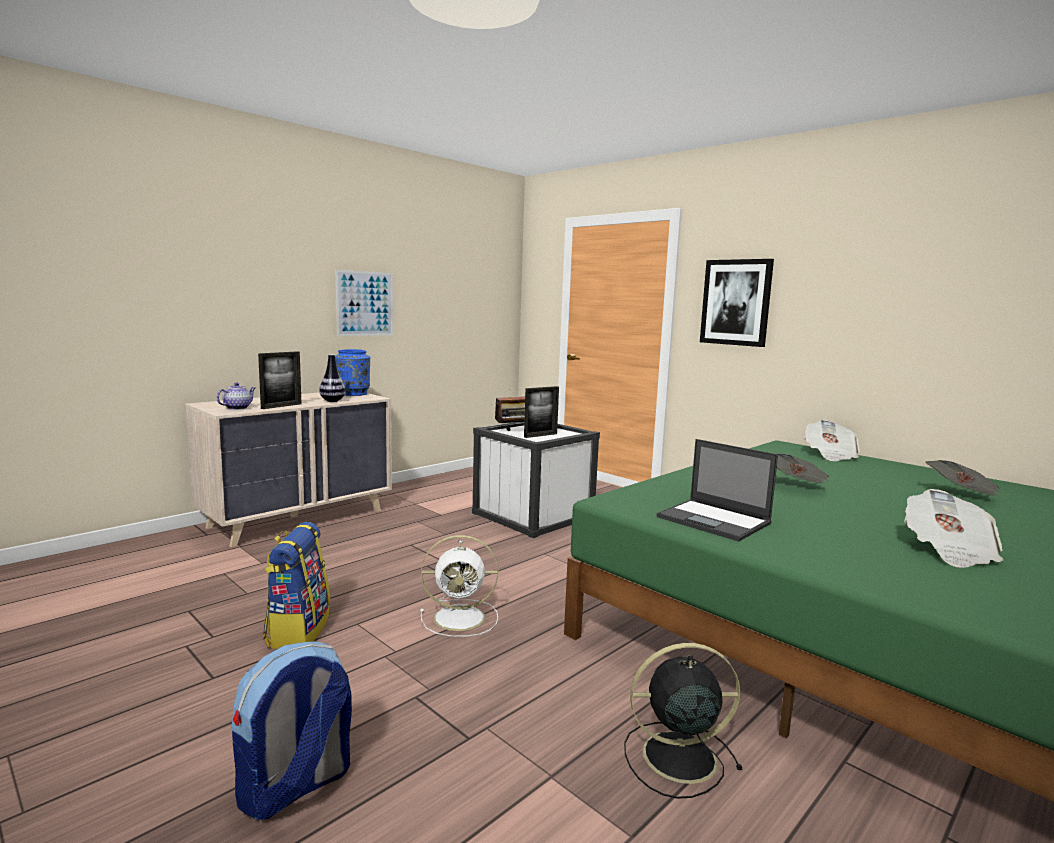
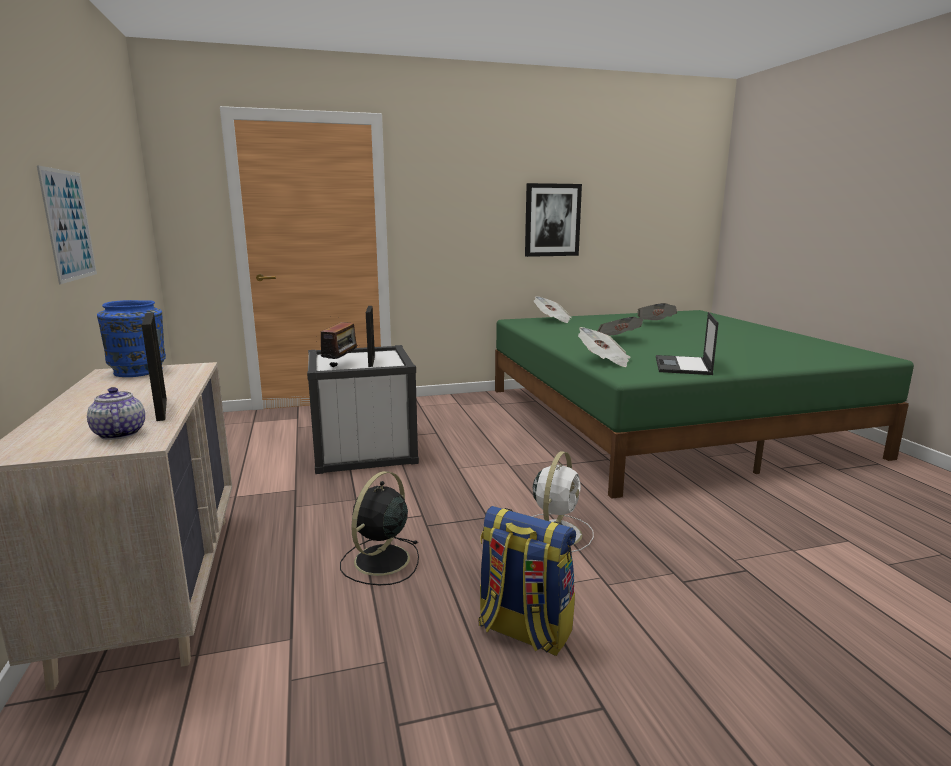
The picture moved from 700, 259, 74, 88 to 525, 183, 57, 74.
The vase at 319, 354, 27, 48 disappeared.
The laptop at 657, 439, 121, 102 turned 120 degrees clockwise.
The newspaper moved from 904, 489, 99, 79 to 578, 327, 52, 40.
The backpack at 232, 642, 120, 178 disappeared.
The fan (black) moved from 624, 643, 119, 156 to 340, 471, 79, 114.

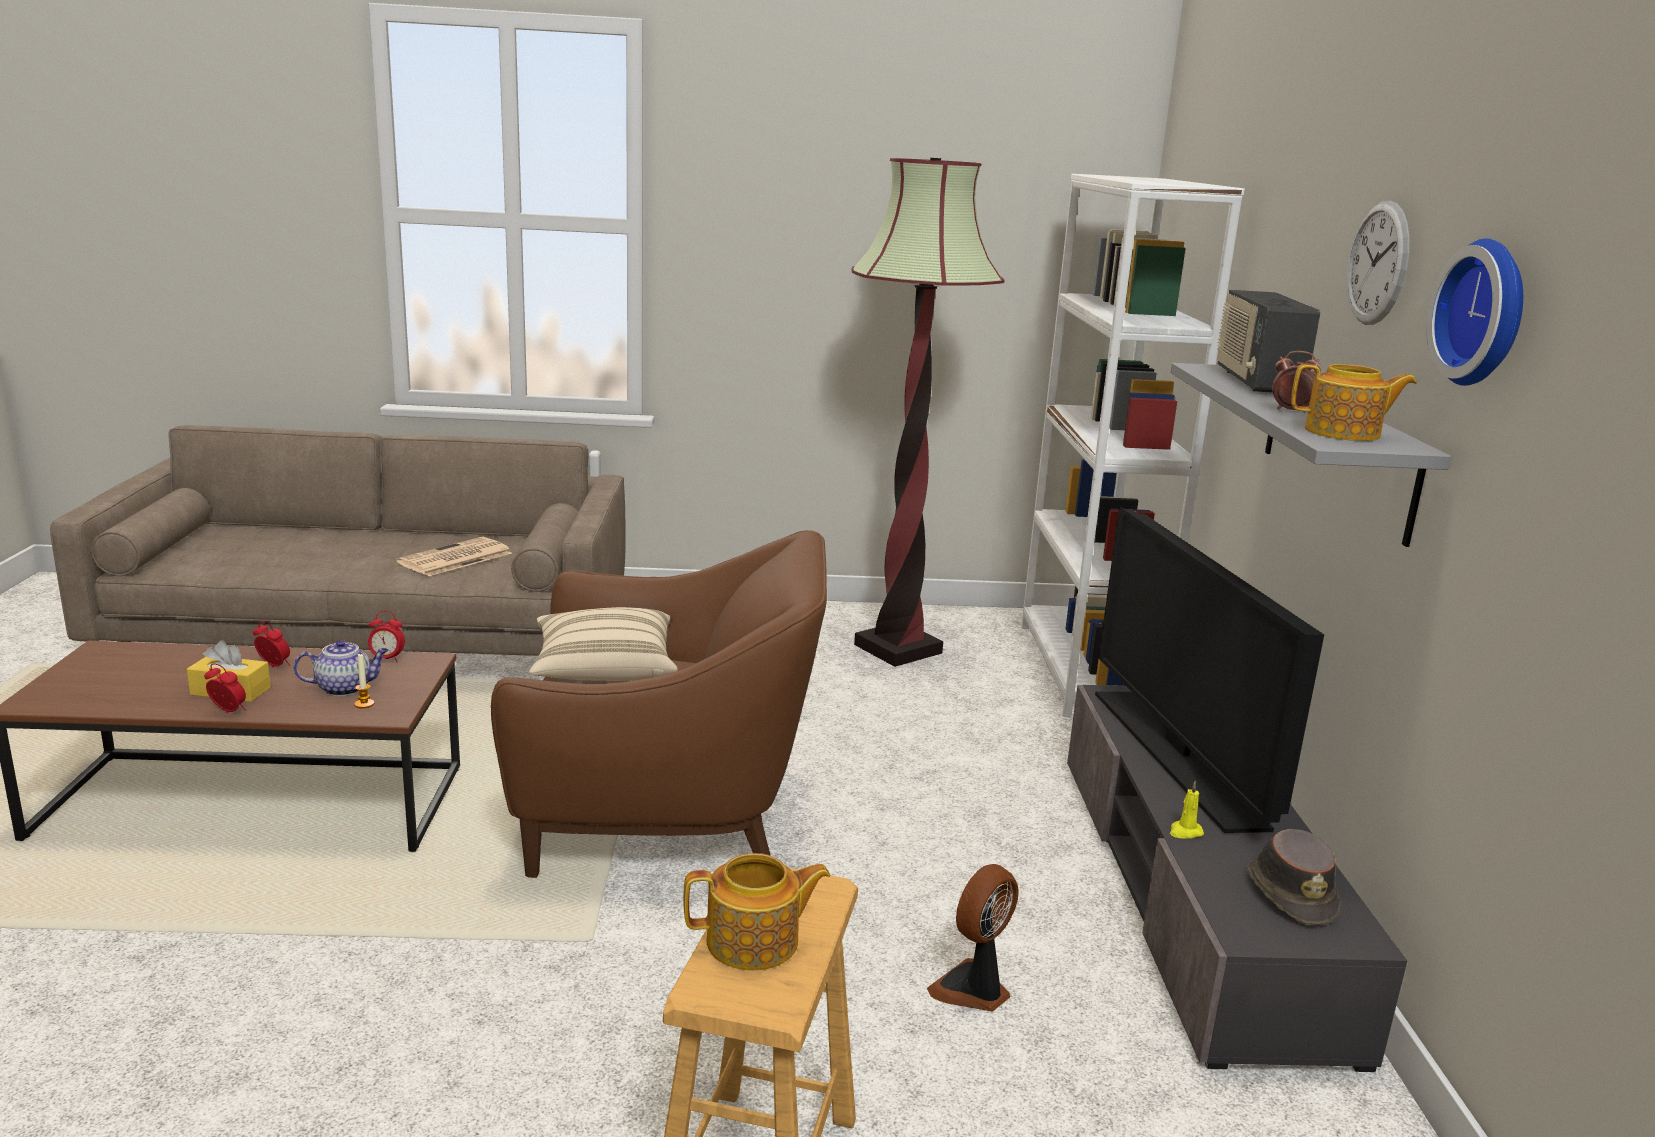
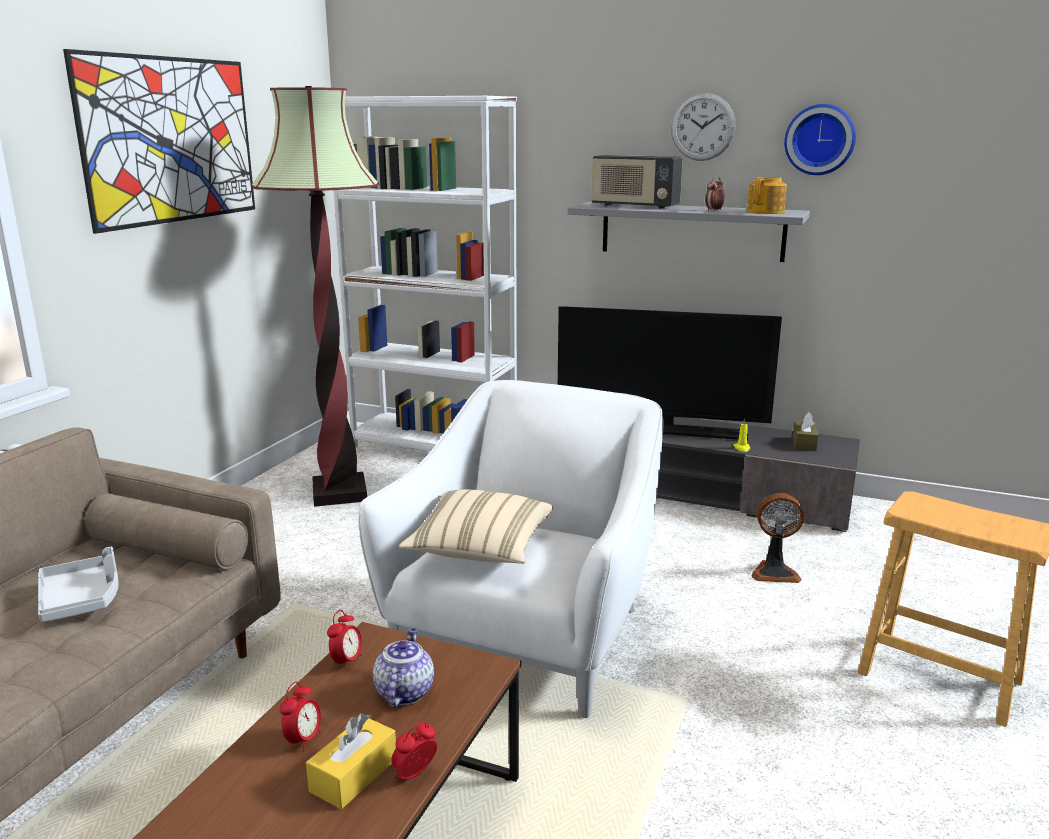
The armchair (brown) at 491, 530, 336, 348 became the armchair (white) at 358, 380, 305, 338.
The newspaper at 396, 537, 116, 39 was replaced by the tray (grey) at 38, 547, 81, 75.
The alarm clock at 253, 621, 37, 47 turned 150 degrees clockwise.
The candle at 354, 653, 20, 55 disappeared.
The hat (brown) at 1247, 829, 93, 97 was replaced by the tissue box (brown) at 793, 412, 26, 39.
The teapot at 683, 853, 148, 117 disappeared.
The fan at 927, 864, 92, 147 turned 60 degrees counterclockwise.
The picture at 63, 49, 192, 185 appeared.

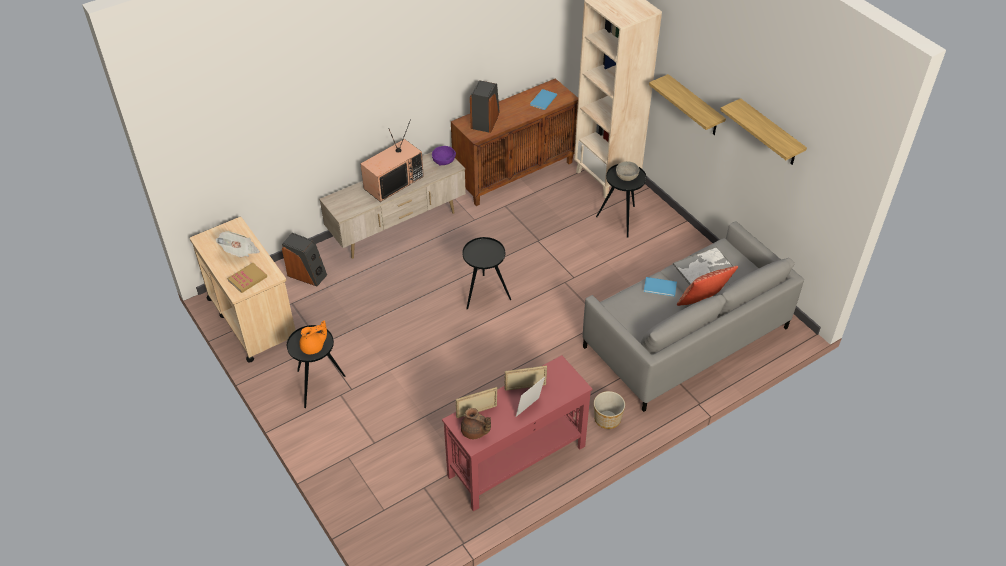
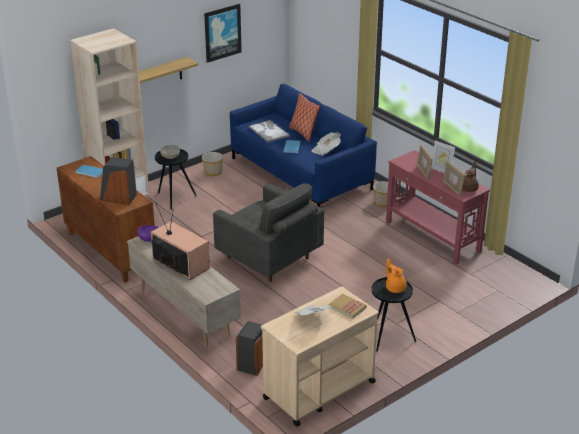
The shelf at 720, 98, 87, 67 was replaced by the picture at 204, 4, 38, 59.
The sofa (grey) at 583, 222, 221, 190 became the sofa (blue) at 230, 84, 147, 123.
The side table (black) at 462, 237, 49, 73 was replaced by the armchair (grey) at 213, 183, 111, 99.
The newspaper at 312, 132, 29, 24 appeared.
The planter at 202, 152, 21, 24 appeared.

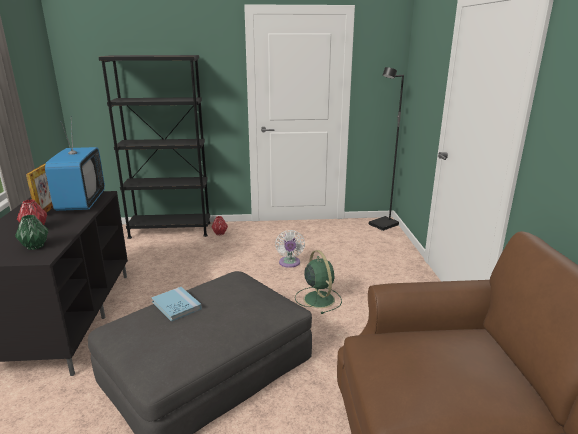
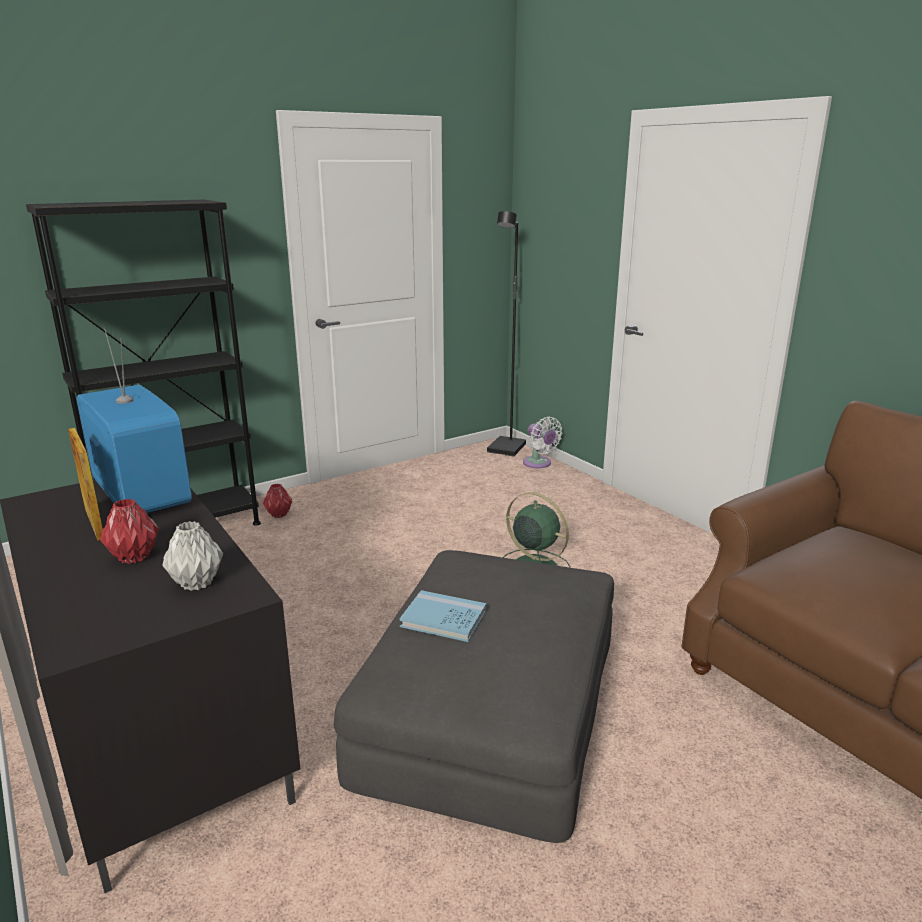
The vase (green) at 15, 215, 33, 35 became the vase (grey) at 162, 521, 61, 70.
The fan (white) moved from 275, 230, 30, 38 to 523, 417, 40, 51.

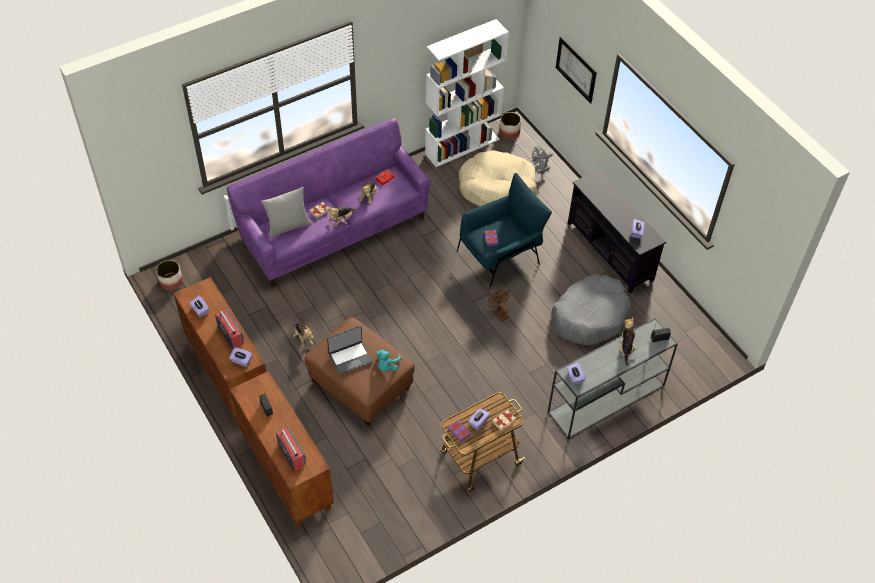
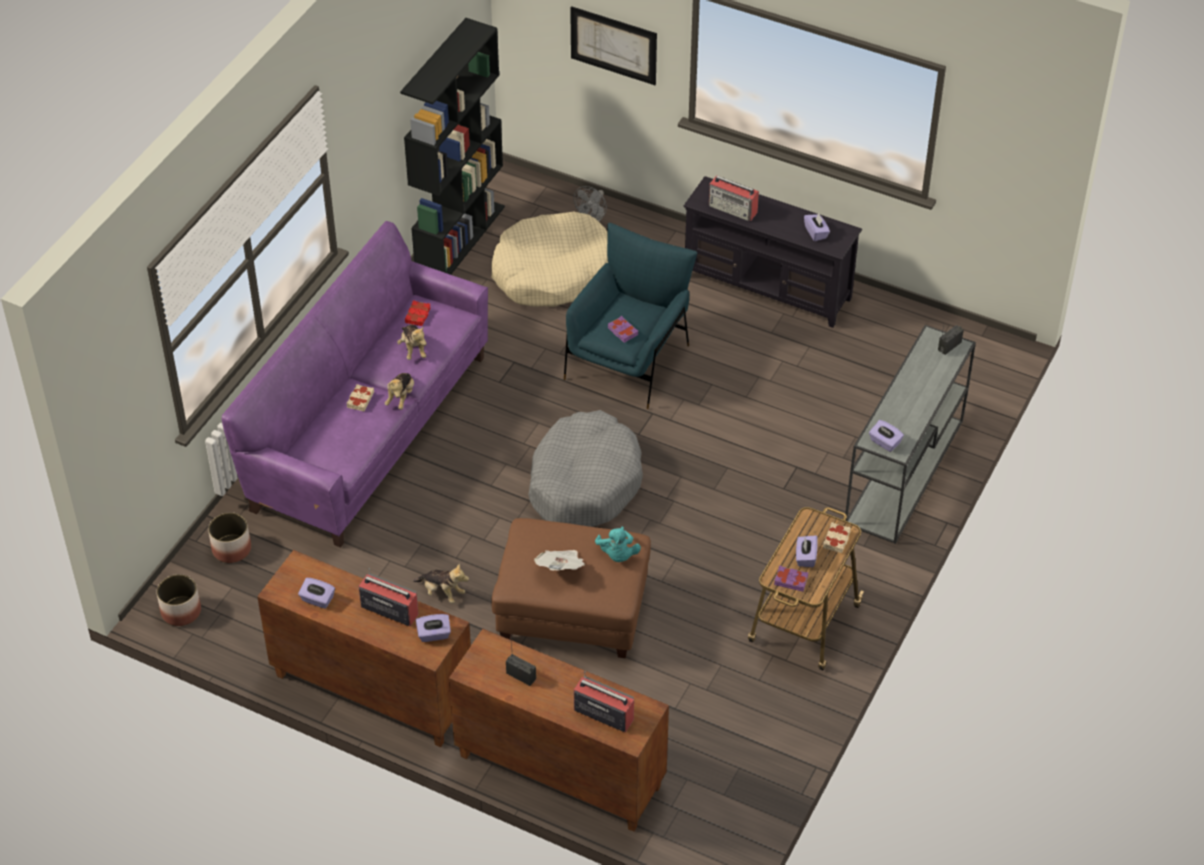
The bookcase (white) at 425, 19, 84, 148 became the bookcase (black) at 400, 18, 105, 257.
The planter moved from 499, 112, 22, 27 to 208, 512, 43, 51.
The pillow (grey) at 261, 187, 51, 50 disappeared.
The dog bed (grey) moved from 551, 274, 80, 71 to 529, 410, 114, 117.
The fan (brown) at 487, 290, 23, 31 disappeared.
The plush toy at 620, 317, 17, 49 disappeared.
The laptop at 327, 325, 46, 50 was replaced by the newspaper at 534, 550, 51, 20.
The radio at 709, 175, 50, 46 appeared.

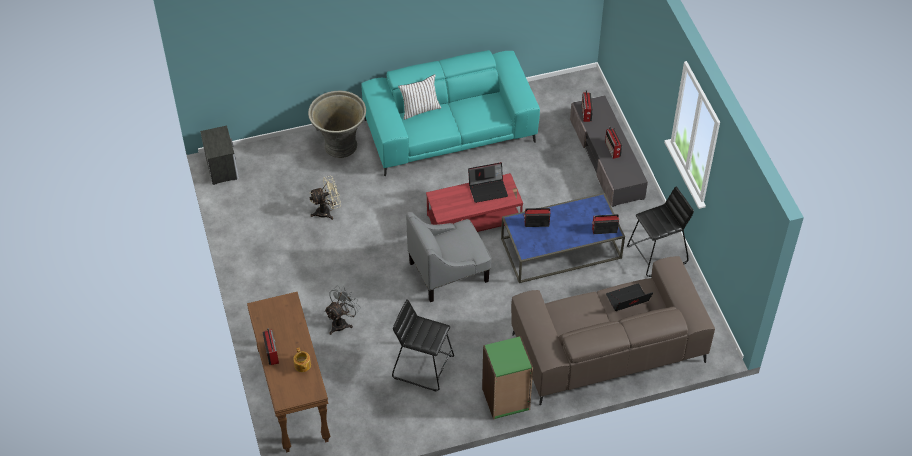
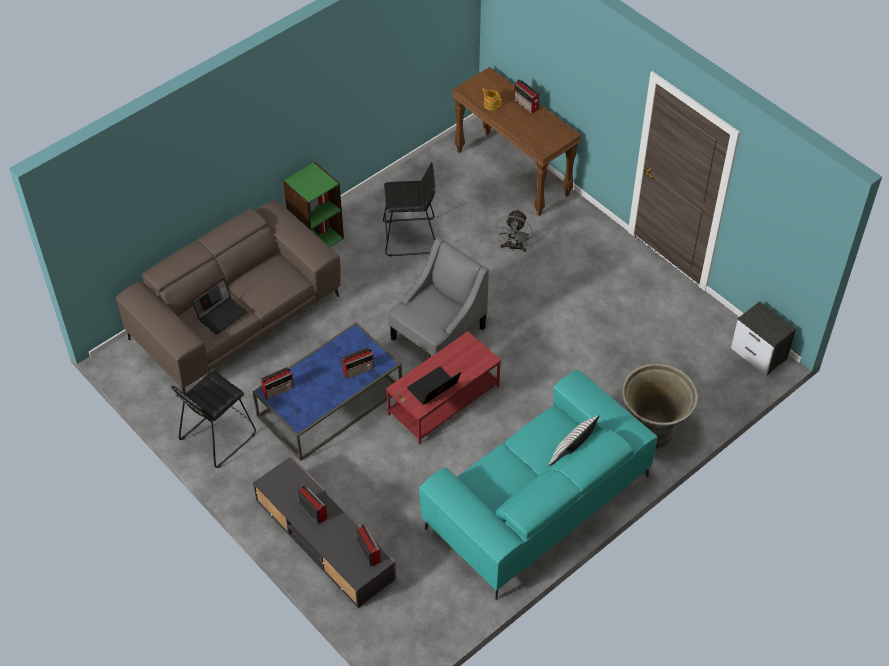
The fan (beige) at 309, 176, 32, 44 disappeared.

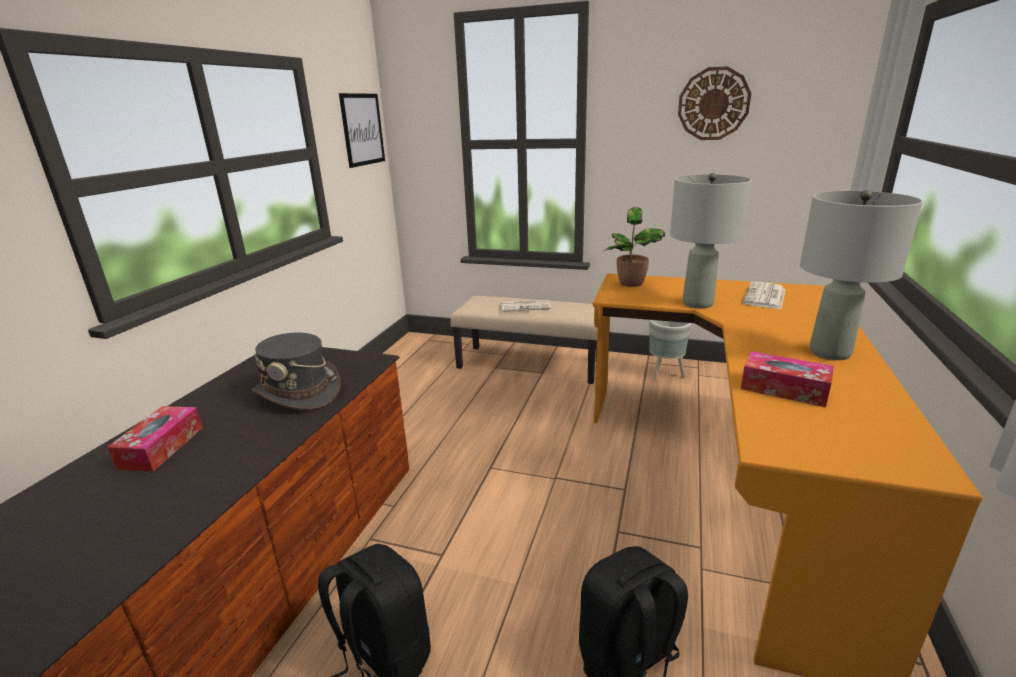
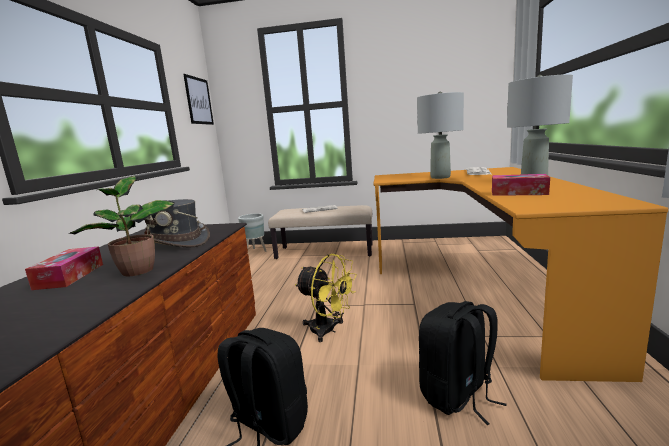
The wall clock at 678, 66, 73, 74 disappeared.
The potted plant moved from 604, 207, 61, 80 to 69, 176, 106, 100.
The planter (grey) moved from 649, 320, 42, 61 to 238, 213, 29, 41.
The fan (yellow) at 295, 254, 62, 88 appeared.

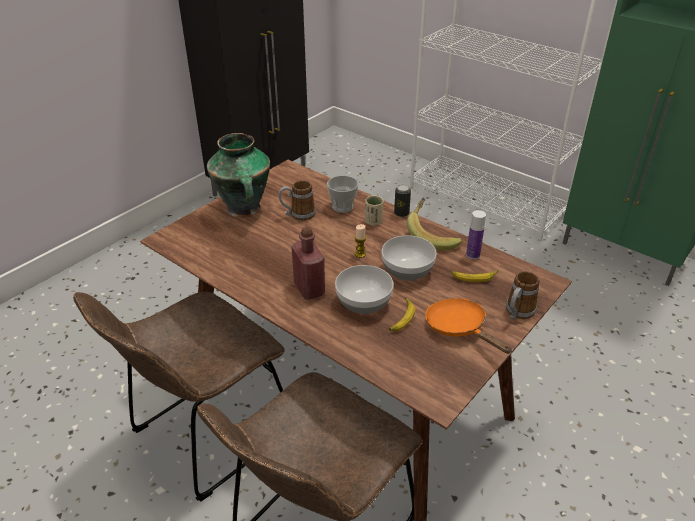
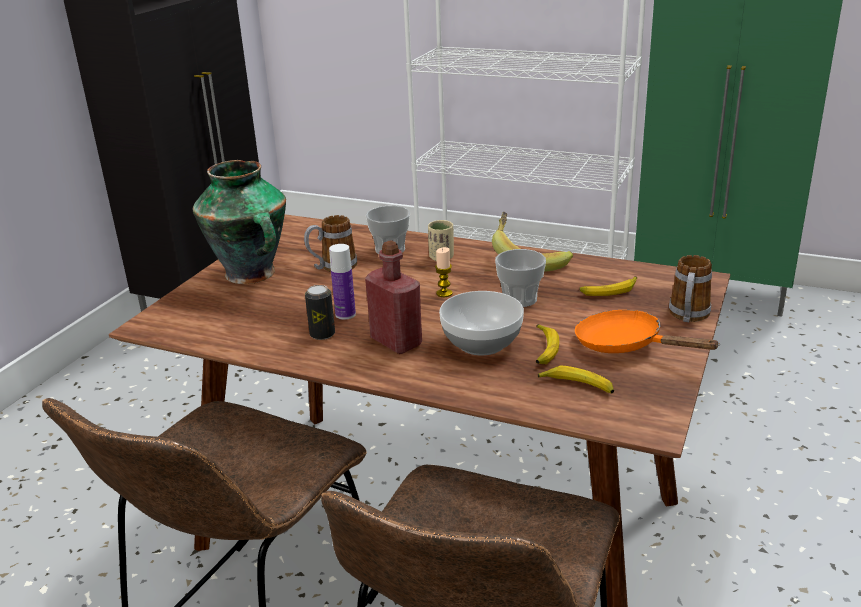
The can moved from 394, 185, 17, 32 to 305, 285, 30, 55.
The bottle moved from 466, 210, 20, 50 to 329, 244, 27, 76.
The bowl at 382, 235, 55, 46 was replaced by the cup at 495, 249, 51, 58.
The banana at 538, 365, 76, 29 appeared.

